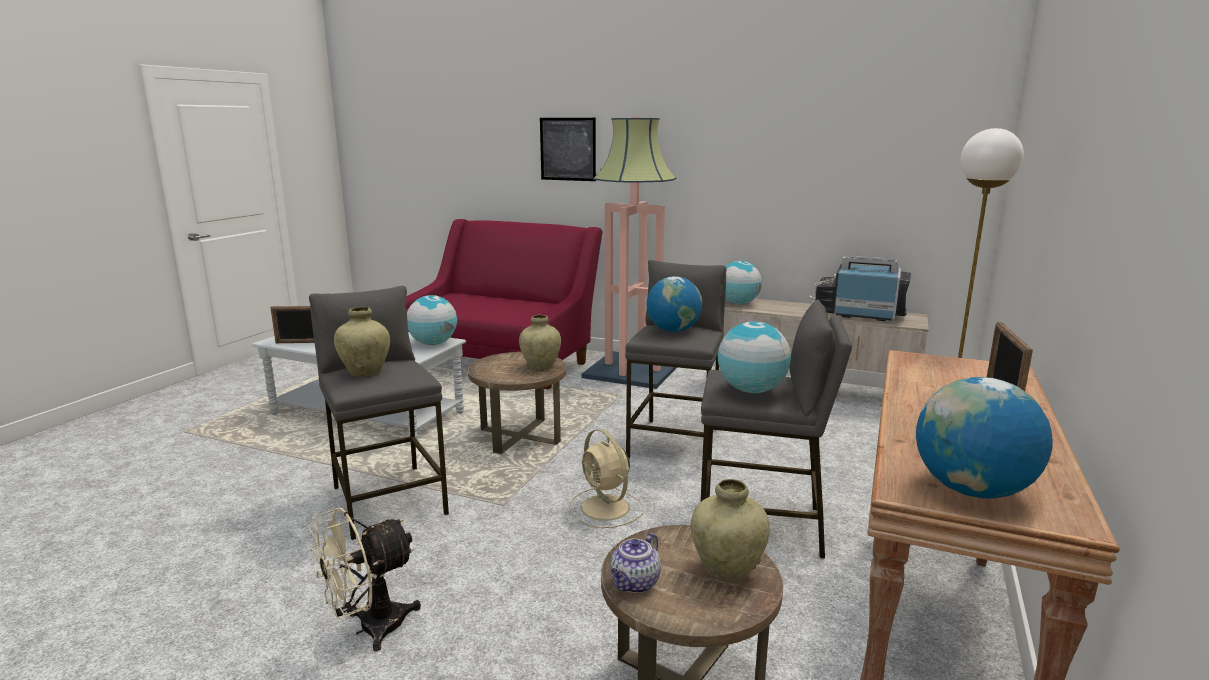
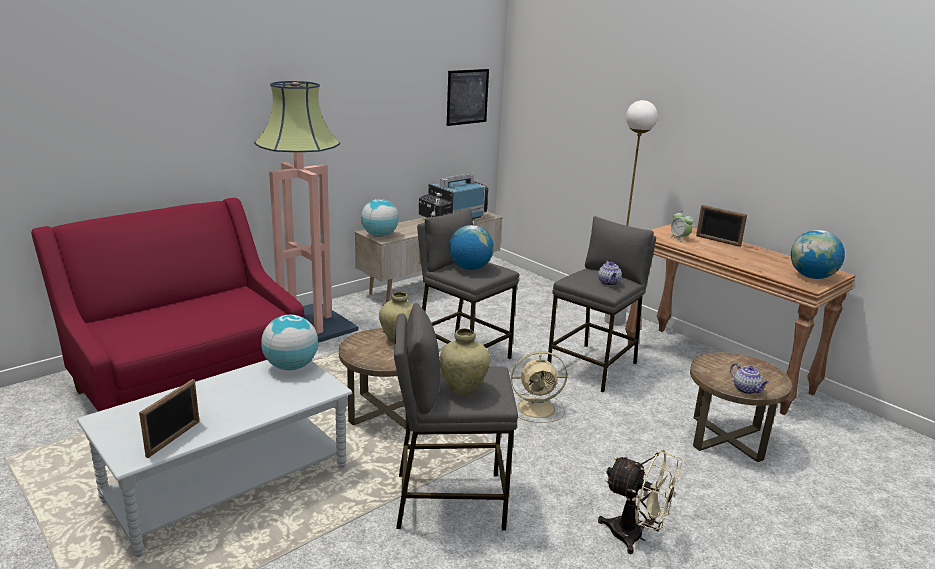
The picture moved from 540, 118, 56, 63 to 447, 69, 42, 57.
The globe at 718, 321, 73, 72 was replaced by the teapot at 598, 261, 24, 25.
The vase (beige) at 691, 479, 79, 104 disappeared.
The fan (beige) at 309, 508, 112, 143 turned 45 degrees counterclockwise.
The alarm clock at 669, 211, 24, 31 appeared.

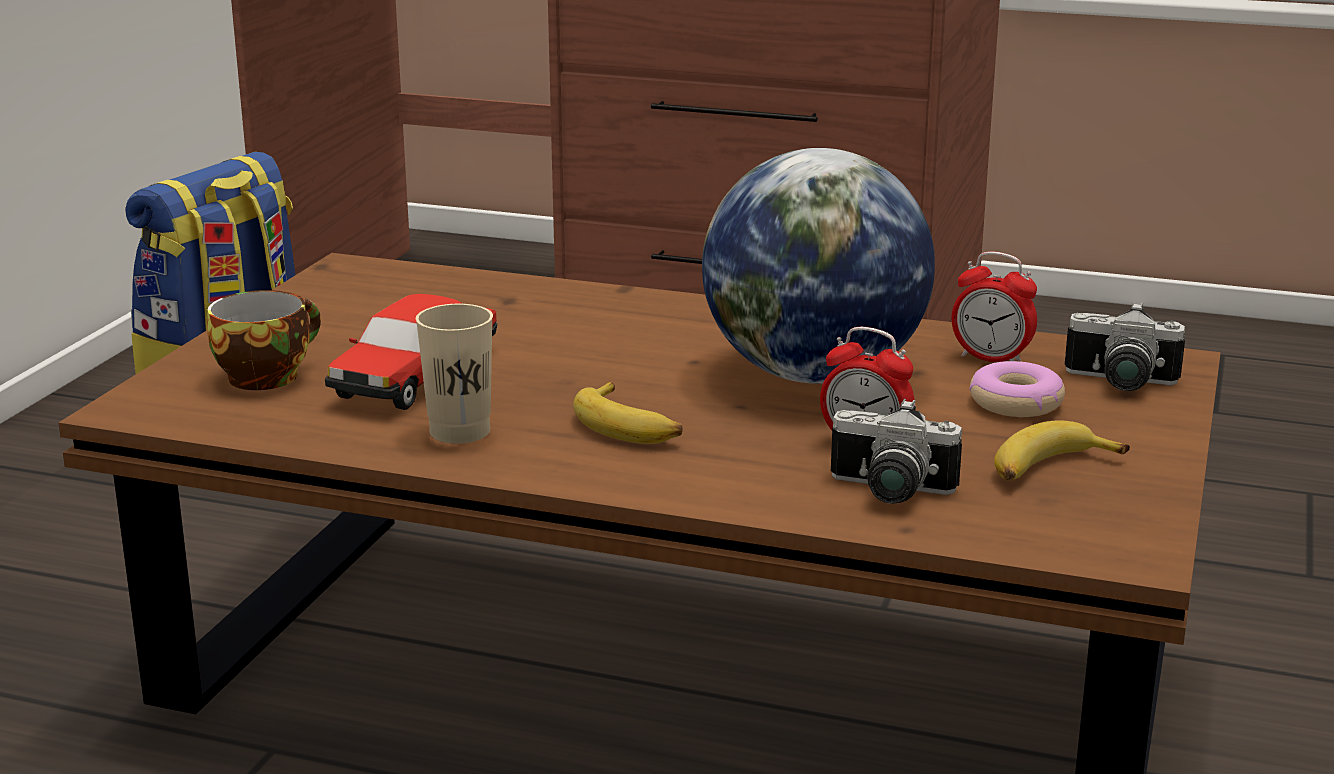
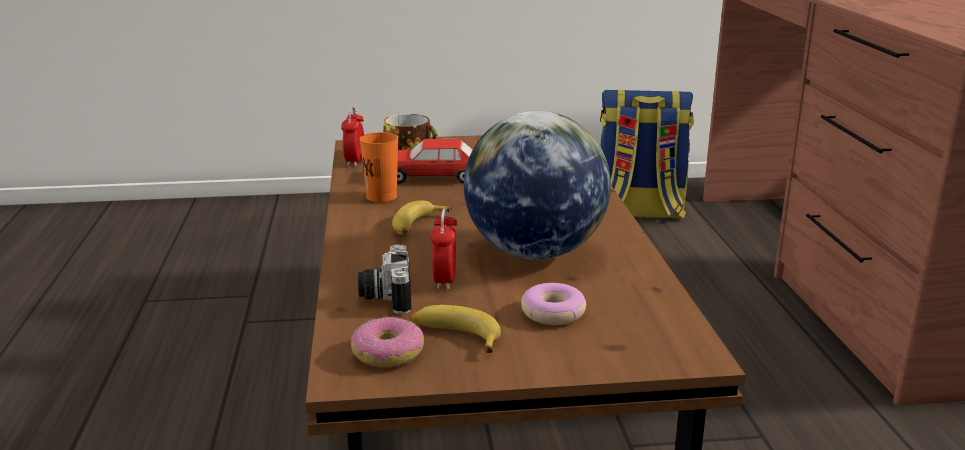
The alarm clock moved from 952, 251, 85, 111 to 341, 107, 23, 59.
The photo camera at 1065, 302, 120, 89 disappeared.
The cup (beige) at 416, 304, 77, 140 became the cup (orange) at 359, 132, 39, 70.
The donut at 350, 317, 74, 50 appeared.

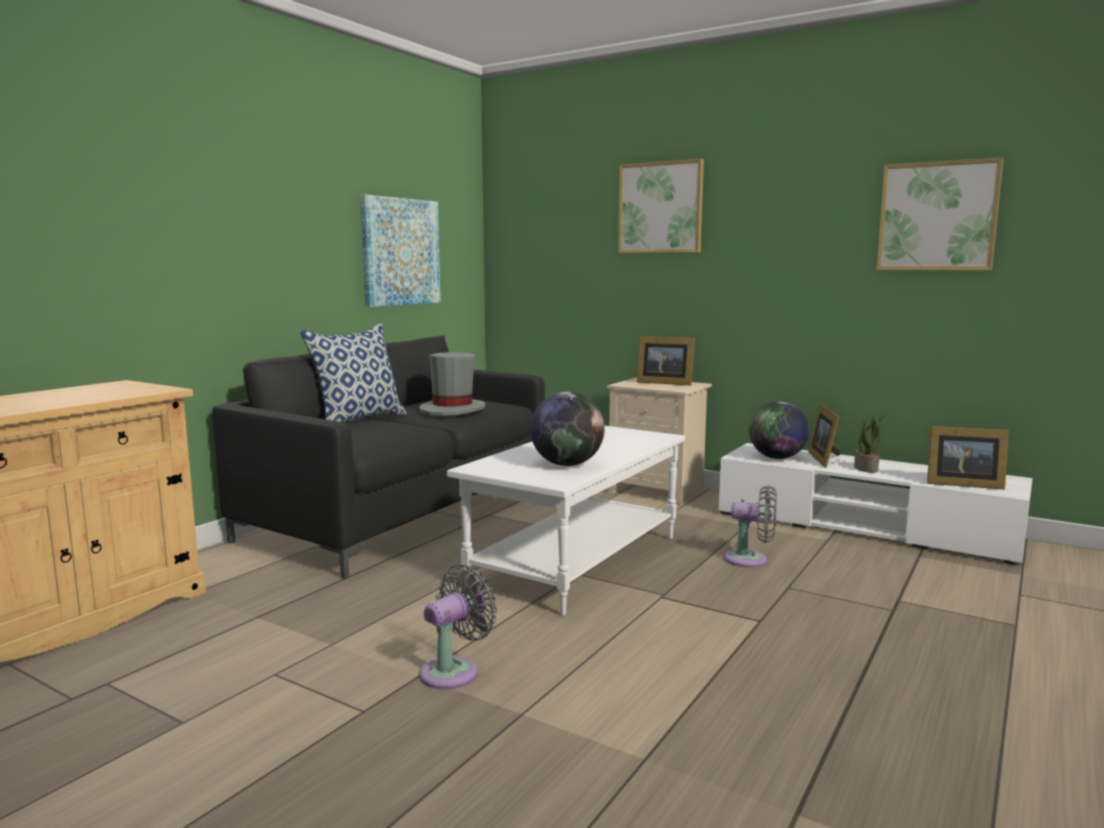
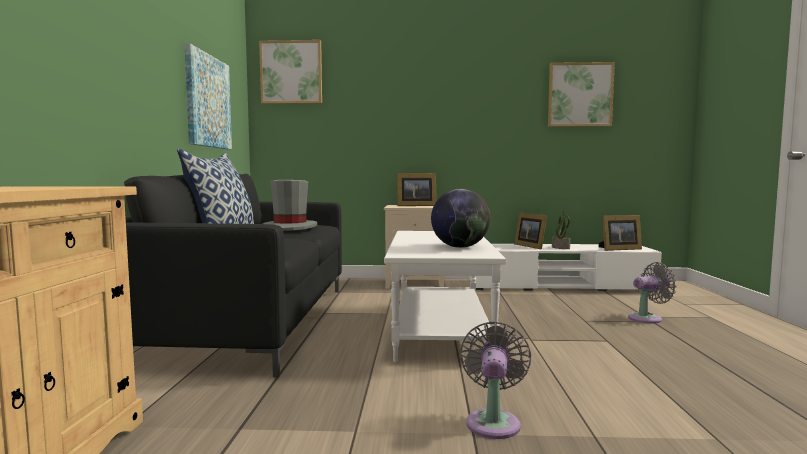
The picture moved from 618, 159, 86, 94 to 259, 40, 63, 64.
The globe at 749, 401, 60, 58 disappeared.
The fan (grey) moved from 724, 485, 53, 83 to 628, 262, 49, 61.

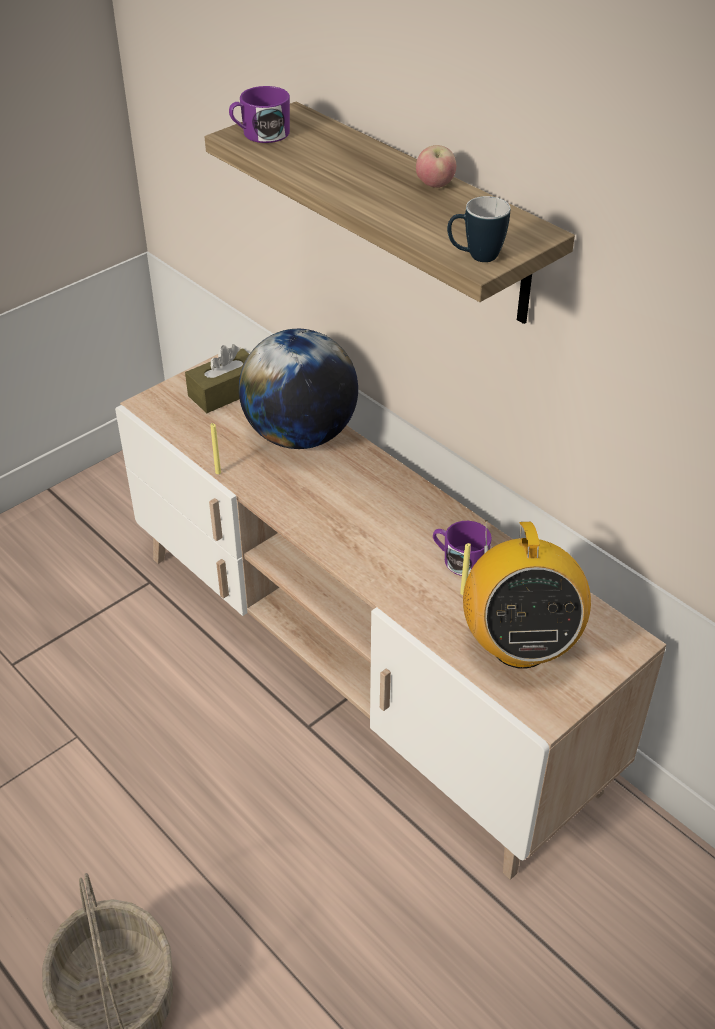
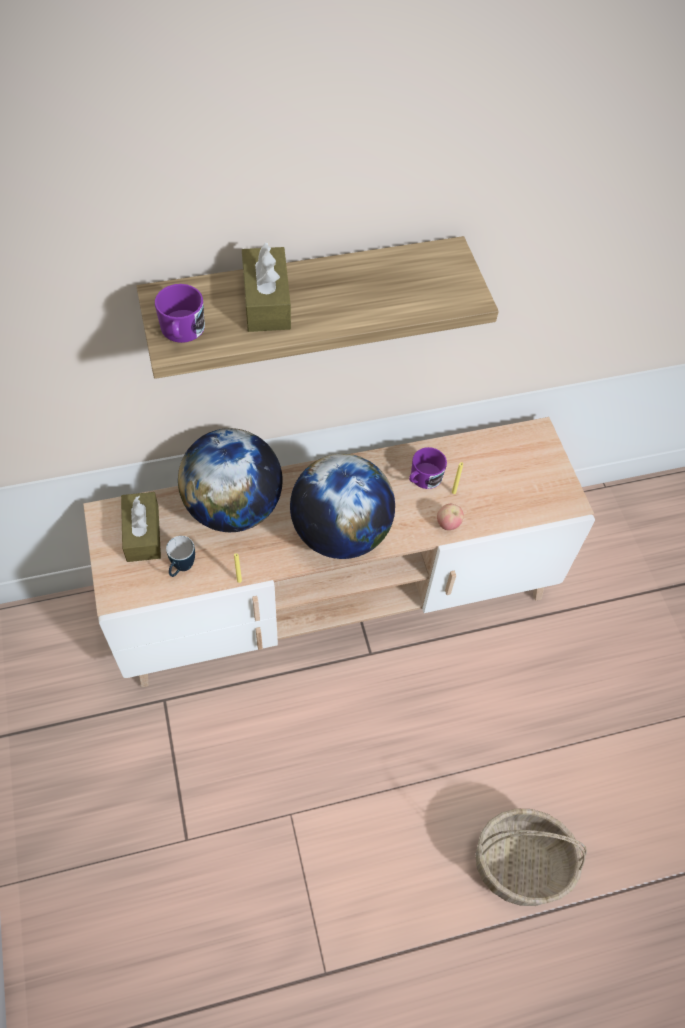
The apple moved from 416, 145, 40, 43 to 437, 504, 27, 26.
The mug moved from 447, 196, 64, 66 to 166, 536, 29, 41.
The radio at 463, 520, 128, 148 disappeared.
The tissue box (brown) at 242, 242, 49, 90 appeared.
The globe at 290, 454, 105, 105 appeared.

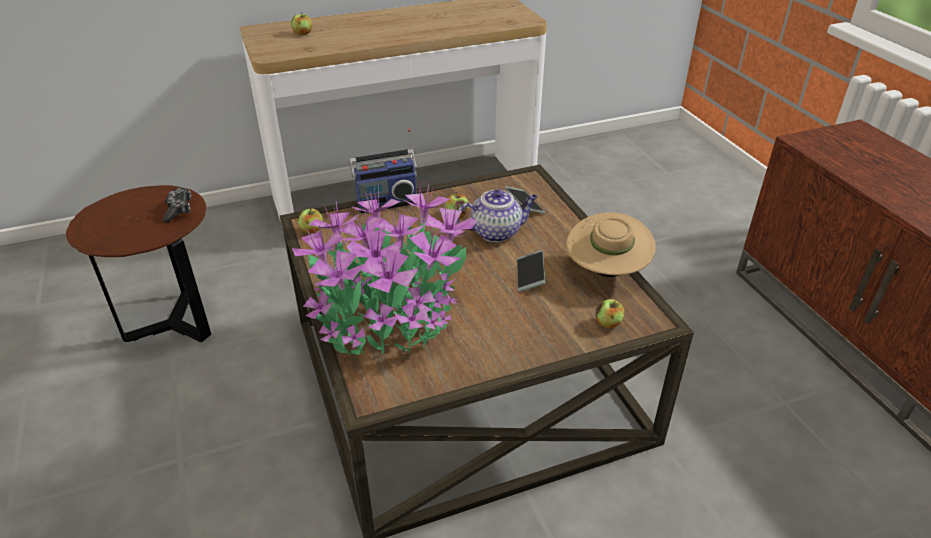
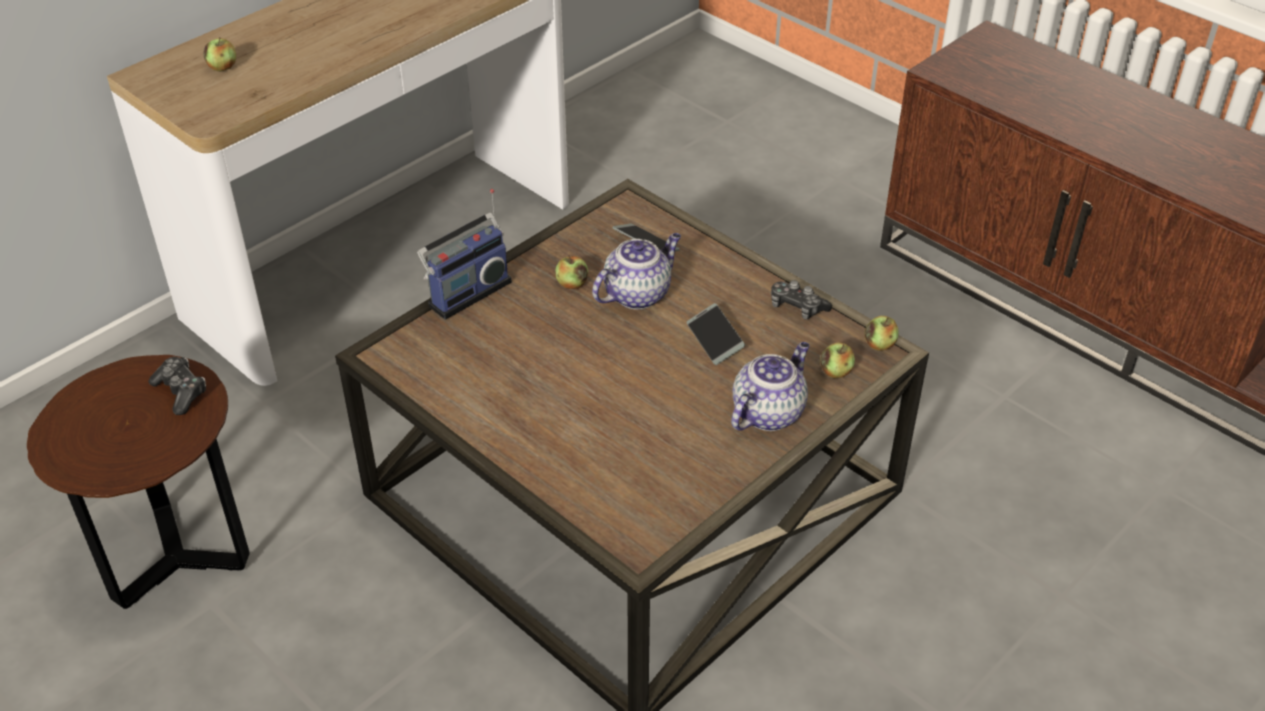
The potted plant at 292, 180, 185, 175 disappeared.
The apple moved from 298, 209, 25, 24 to 865, 316, 34, 35.
The hat (beige) at 566, 212, 90, 65 was replaced by the game controller at 771, 280, 61, 40.
The teapot at 731, 342, 79, 89 appeared.

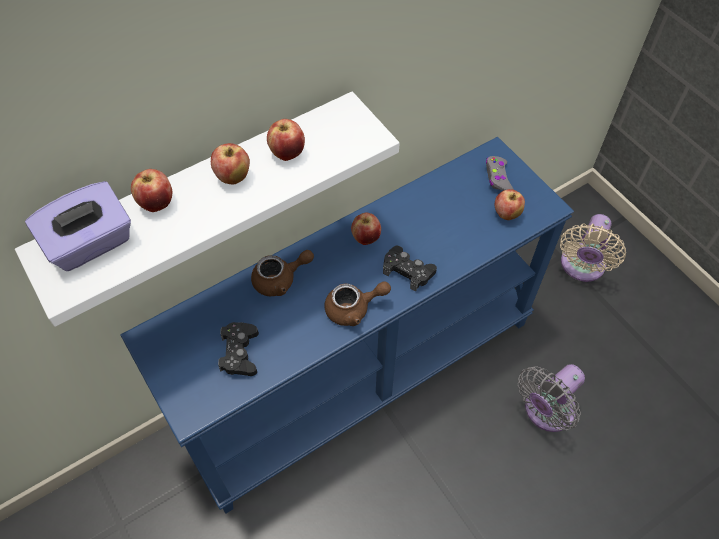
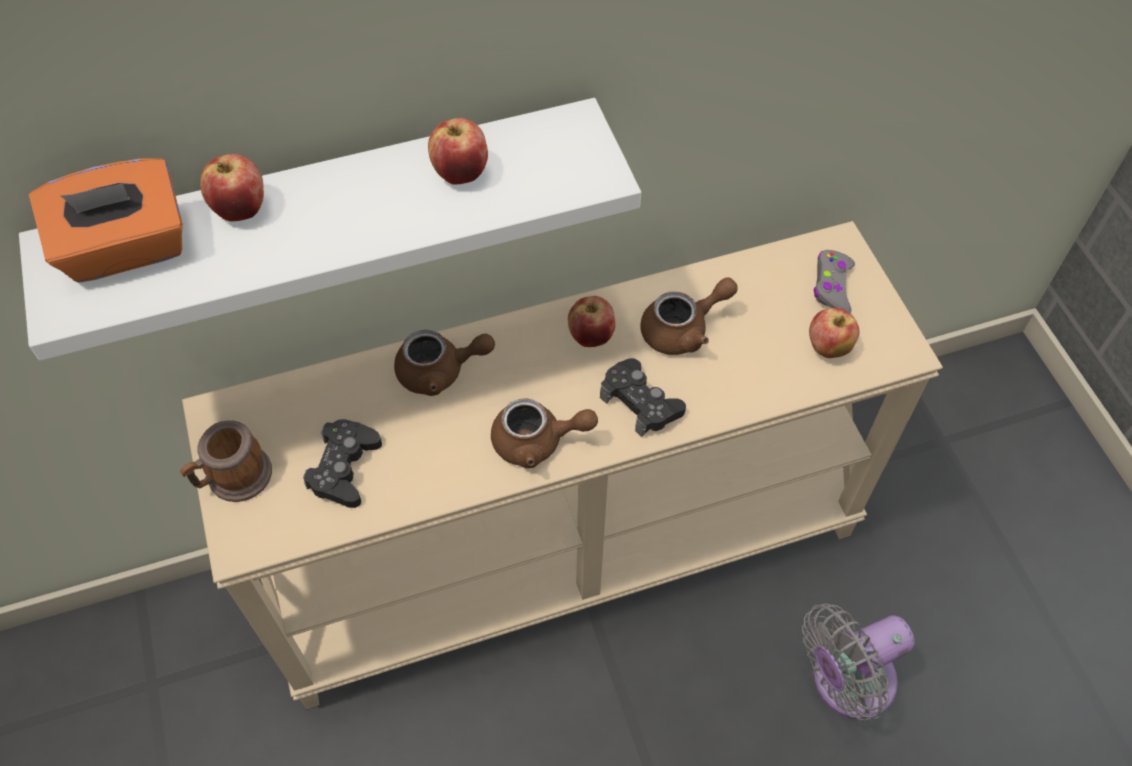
The console table (blue) at 120, 137, 454, 377 became the console table (beige) at 182, 221, 761, 488.
The apple at 211, 143, 39, 42 disappeared.
The tissue box (purple) at 25, 181, 106, 90 became the tissue box (orange) at 29, 158, 154, 125.
The fan (beige) at 560, 214, 66, 68 disappeared.
The teapot (brown) at 640, 277, 98, 78 appeared.
The mug at 180, 421, 92, 81 appeared.

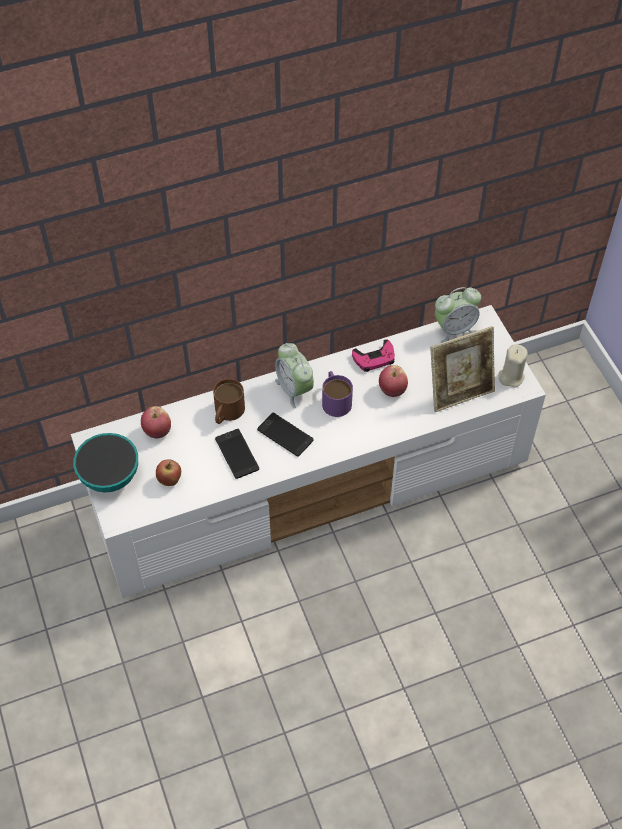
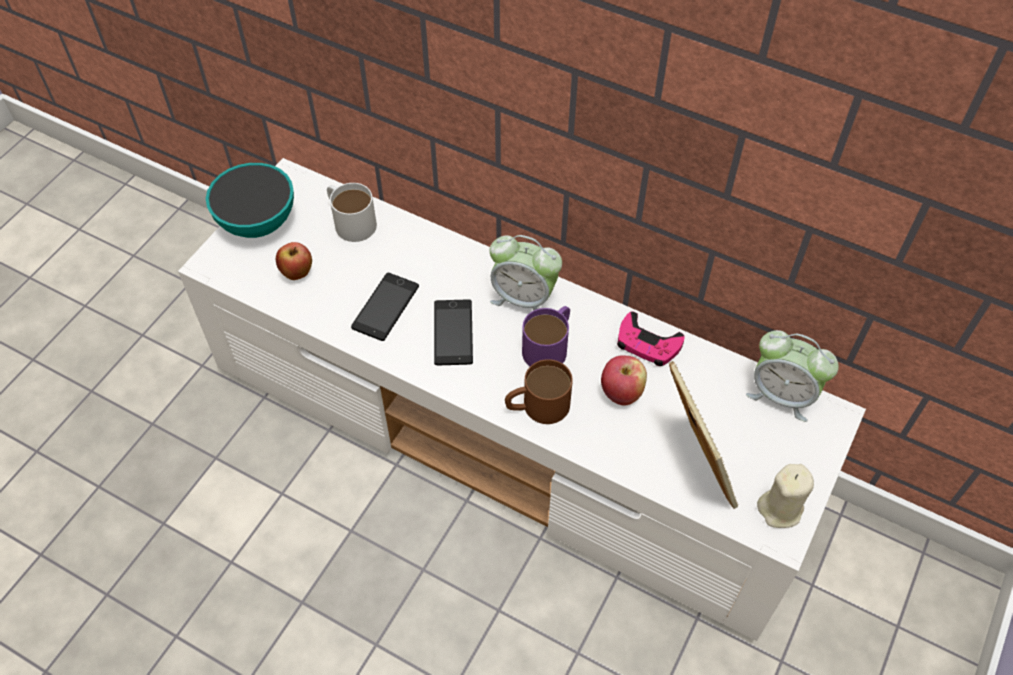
The picture frame at 430, 326, 65, 86 turned 135 degrees counterclockwise.
The alarm clock at 275, 343, 39, 66 turned 90 degrees counterclockwise.
The mug (brown) moved from 213, 379, 32, 45 to 505, 359, 68, 65.
The apple at 141, 406, 30, 32 was replaced by the mug (white) at 327, 183, 50, 59.

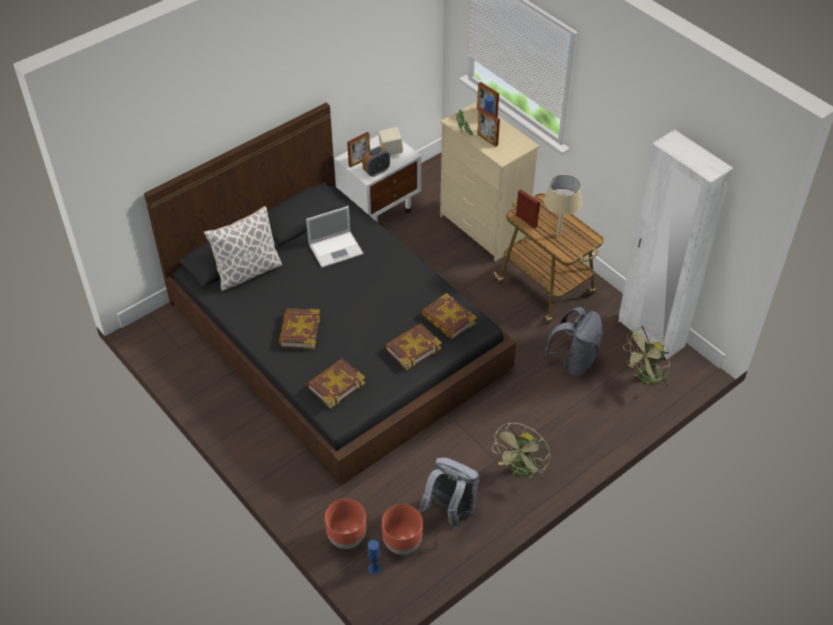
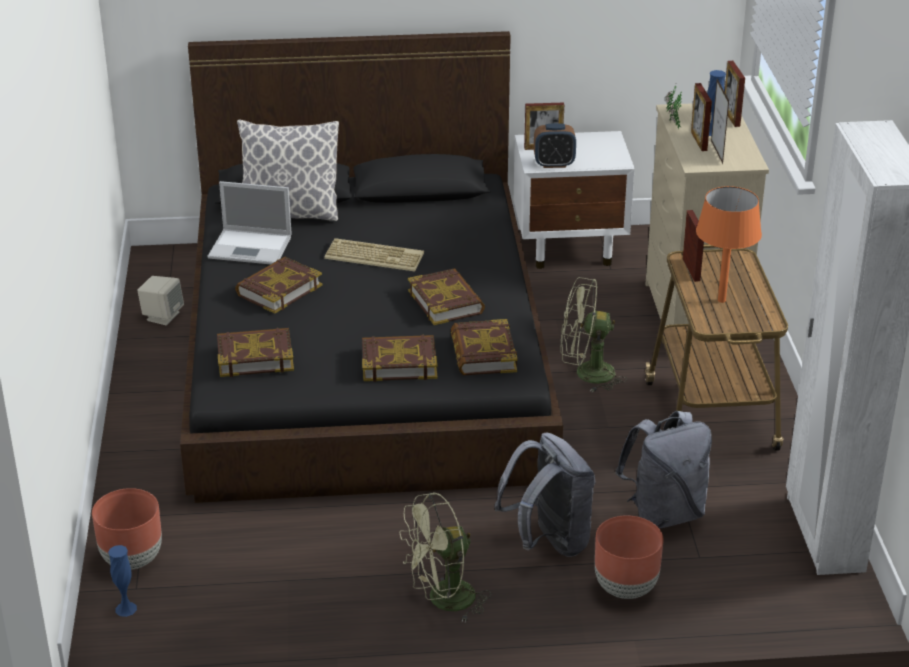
The speaker (beige) moved from 378, 127, 25, 31 to 137, 276, 47, 49.
The table lamp (beige) at 544, 175, 38, 62 became the table lamp (orange) at 696, 186, 66, 117.
The laptop moved from 306, 206, 58, 62 to 207, 181, 85, 83.
The fan (green) moved from 623, 326, 47, 65 to 560, 277, 67, 115.
The backpack (grey) moved from 419, 457, 60, 74 to 495, 432, 101, 125.
The planter (brown) moved from 382, 504, 41, 51 to 595, 515, 69, 84.
The picture frame at 711, 79, 18, 85 appeared.
The keyboard at 324, 238, 100, 34 appeared.
The book at 408, 268, 77, 57 appeared.

